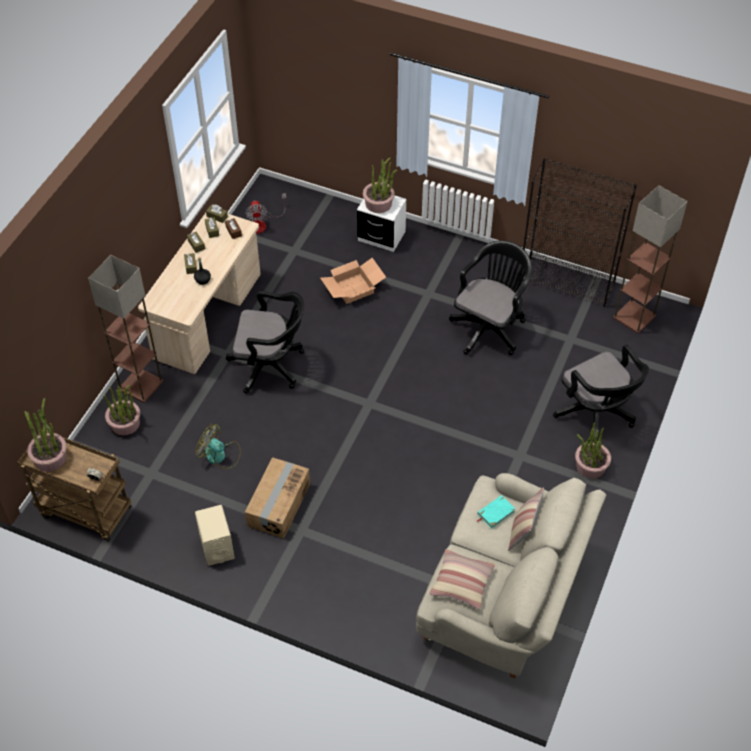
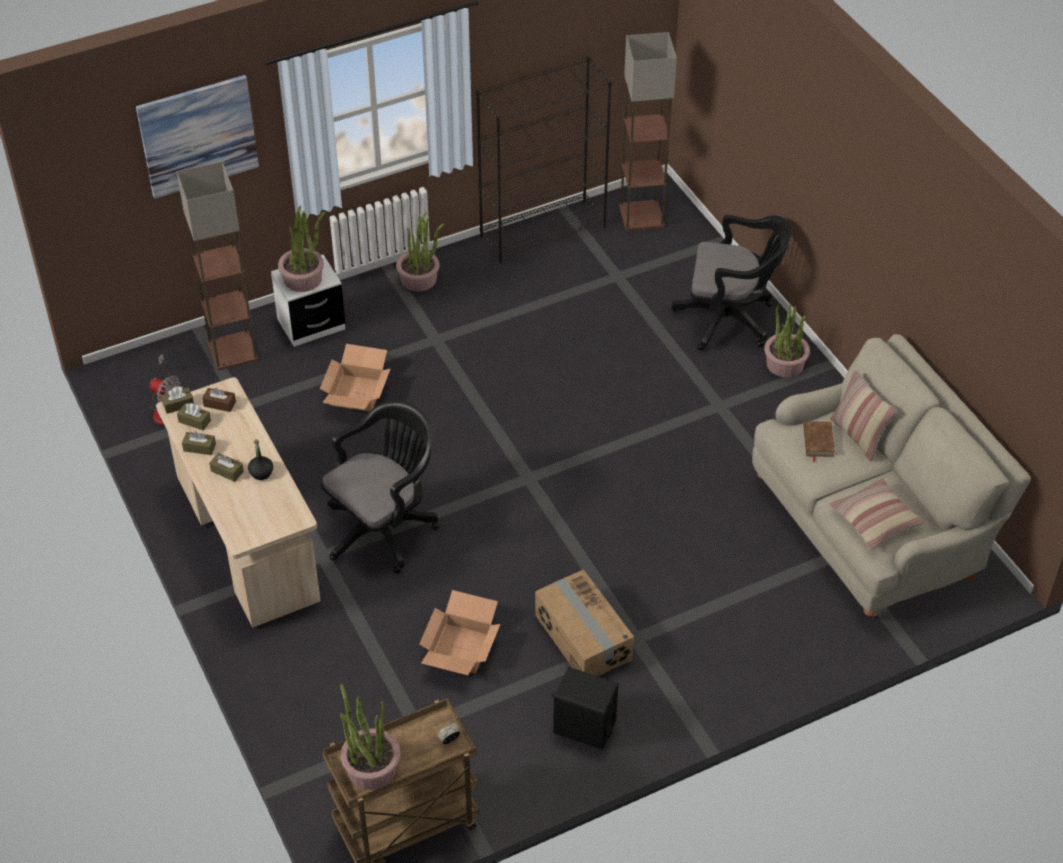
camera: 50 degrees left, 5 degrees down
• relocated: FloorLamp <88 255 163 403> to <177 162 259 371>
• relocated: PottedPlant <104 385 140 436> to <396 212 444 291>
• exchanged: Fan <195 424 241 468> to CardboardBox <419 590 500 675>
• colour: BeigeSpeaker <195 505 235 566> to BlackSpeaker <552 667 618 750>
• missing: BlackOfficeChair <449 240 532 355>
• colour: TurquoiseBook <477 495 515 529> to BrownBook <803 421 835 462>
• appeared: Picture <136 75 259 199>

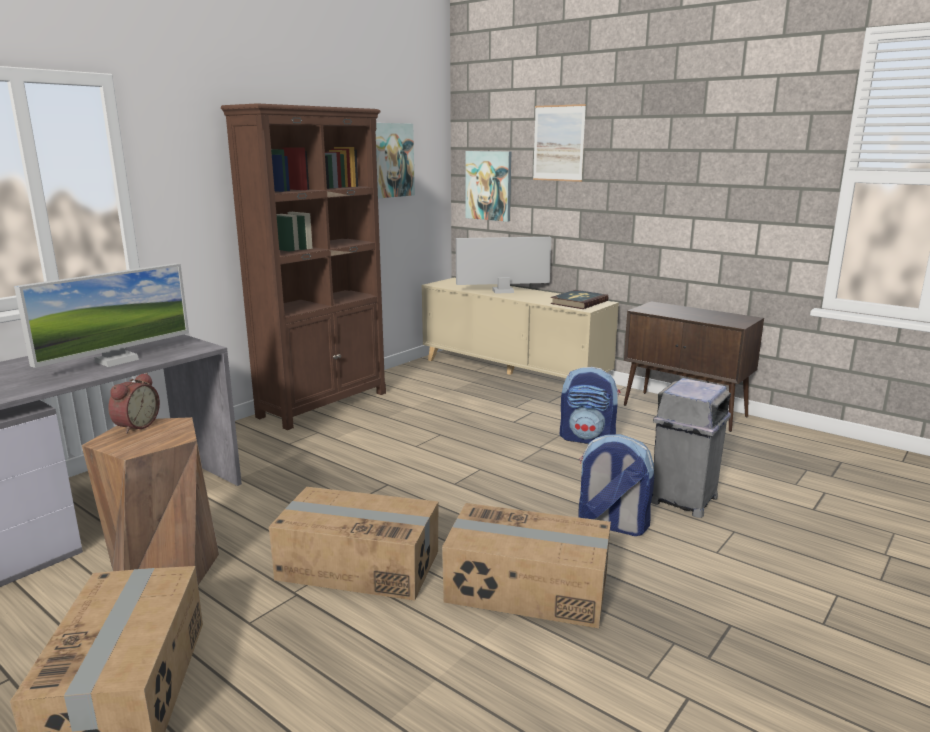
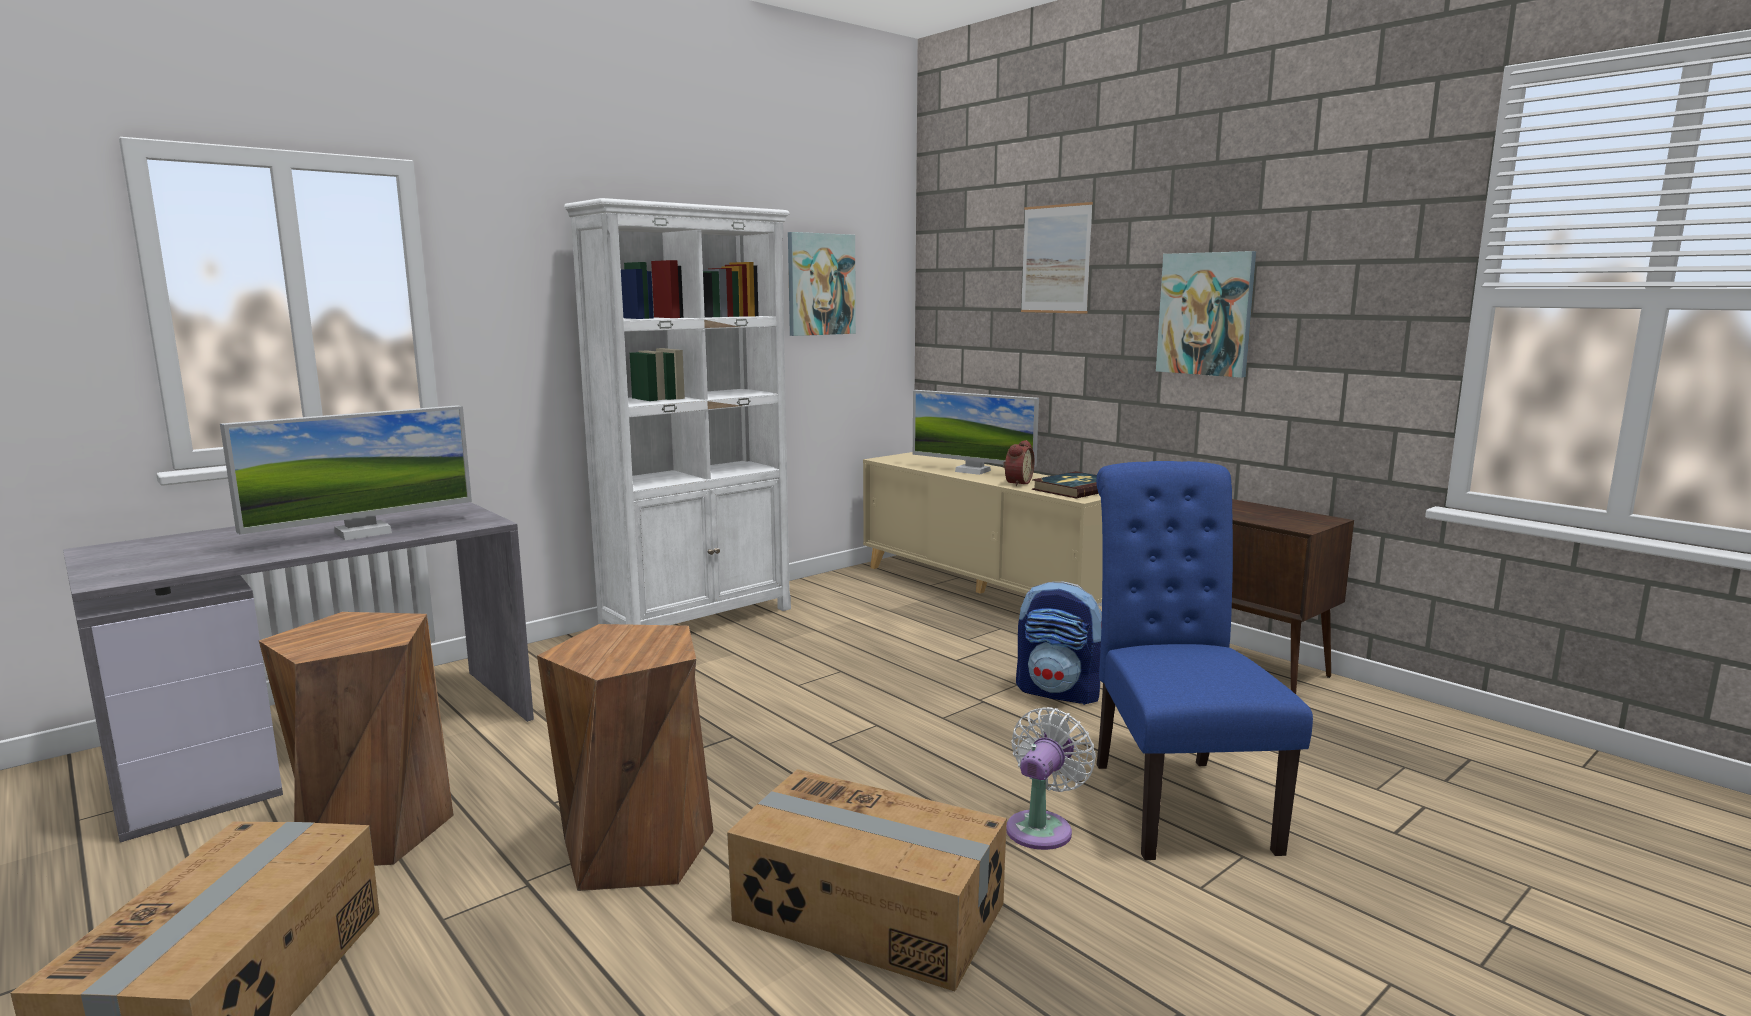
camera: 10 degrees right, 5 degrees down
• relocated: AlarmClock <108 373 160 434> to <1003 440 1035 486>
• colour: BrownBookcase <221 103 386 430> to WhiteBookcase <564 198 791 625>
• exchanged: CardboardBox <269 487 438 601> to BrownStool <537 624 714 891>
• spun: Monitor <456 237 551 294> = <913 390 1039 475> 150 degrees counterclockwise
• relocated: Picture <465 151 511 222> to <1156 251 1256 378>
• exchanged: Backpack <579 434 654 536> to WhiteFan <1006 707 1096 850>
• exchanged: GreyTrashCan <651 378 731 518> to BlueChair <1096 461 1313 860>

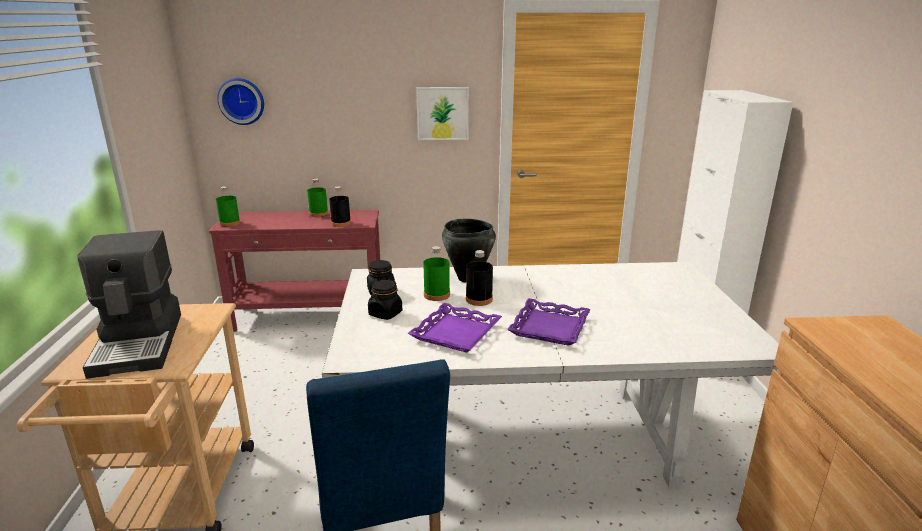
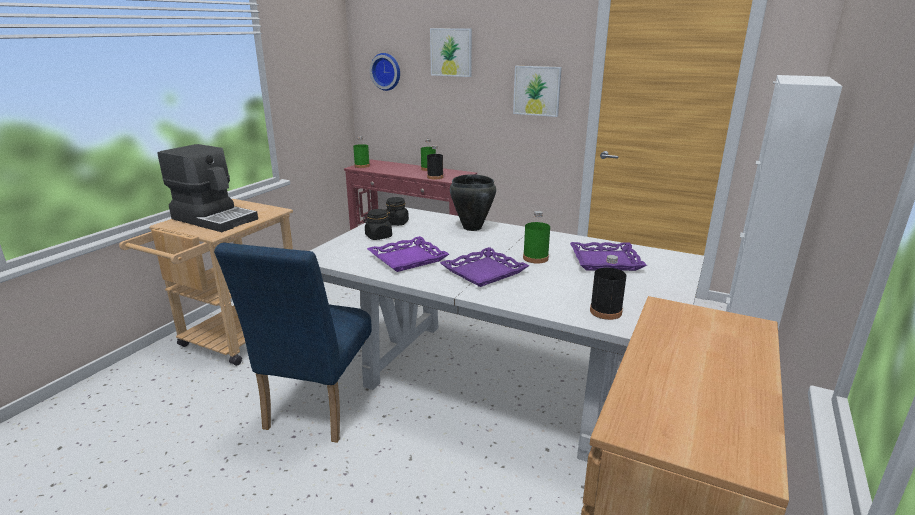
camera: 30 degrees right, 0 degrees up
• spun: CoffeeMachine <77 230 181 379> = <158 144 258 232> 75 degrees counterclockwise
• relocated: GreenBottle <423 246 450 301> to <523 211 550 263>
• relocated: BlackBottle <466 250 493 306> to <590 255 627 320>
• appeared: Picture <430 28 472 77>
• appeared: PurpleTray <570 242 647 271>

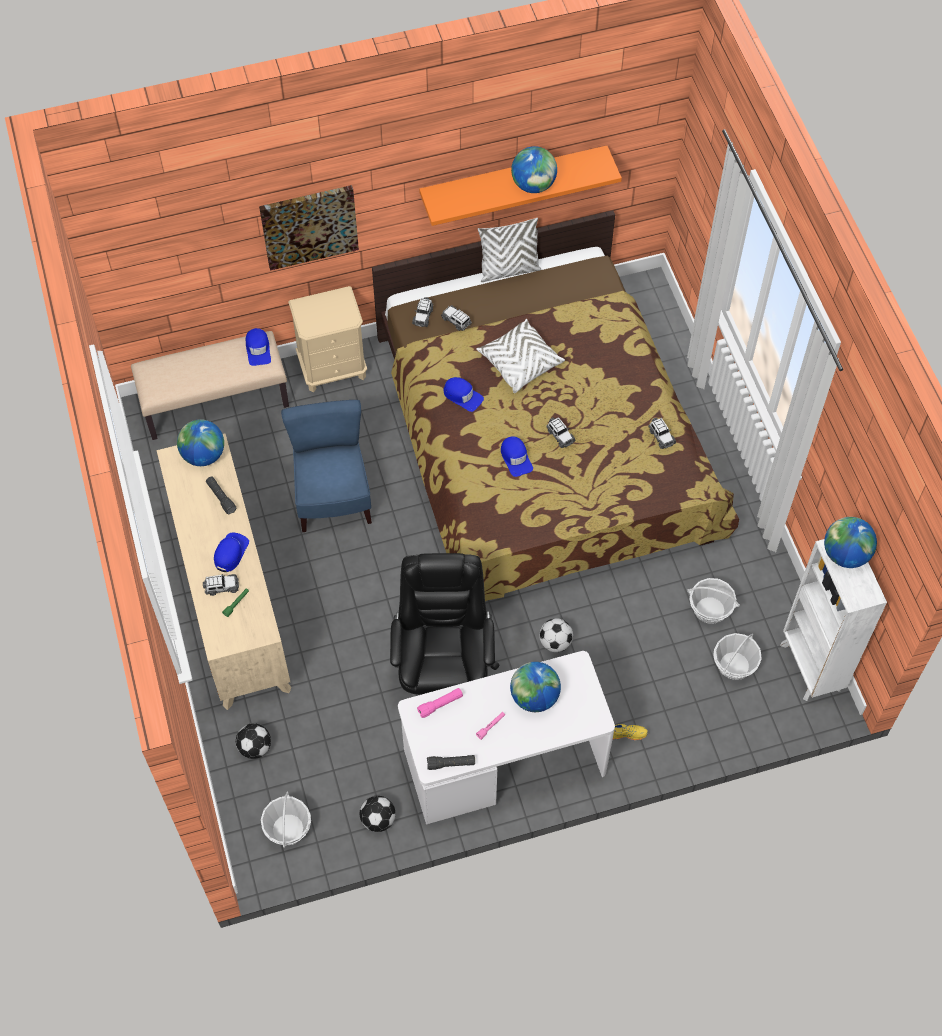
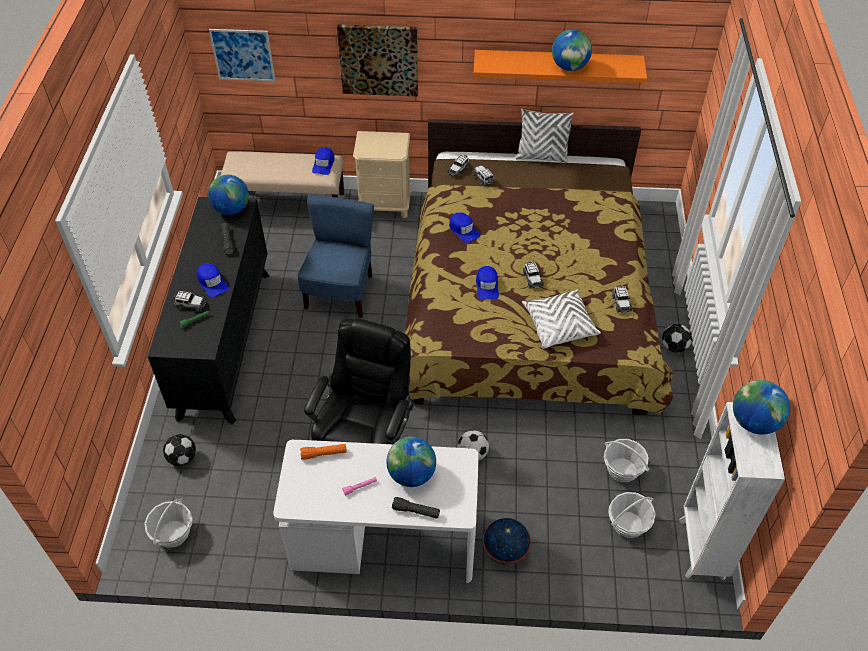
camera: 20 degrees right, 10 degrees down
• colour: BeigeDresser <157 434 291 710> to BlackDresser <147 197 270 424>
• spun: BlueCap <214 533 249 572> = <197 263 229 297> 105 degrees clockwise
• relocated: Football <360 796 396 832> to <662 324 692 353>
• colour: PinkFlashlight <417 688 463 718> to OrangeFlashlight <300 444 346 460>
• relocated: BlackFlashlight <427 755 475 770> to <392 497 440 519>
• relocated: WhitePillow <476 319 565 393> to <522 289 601 349>
• exchanged: YellowShoe <613 724 648 740> to Globe <483 518 531 565>
• appeared: Picture <209 29 275 81>

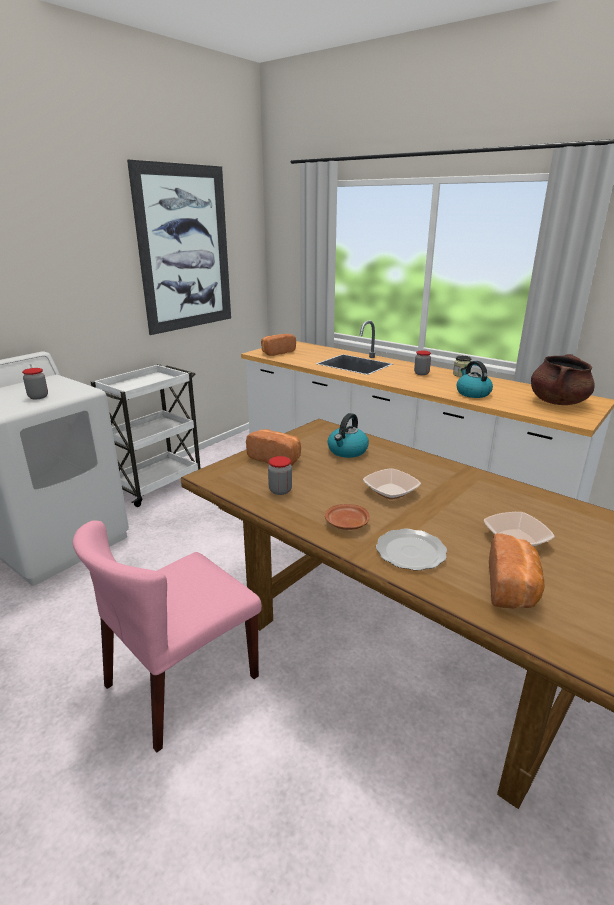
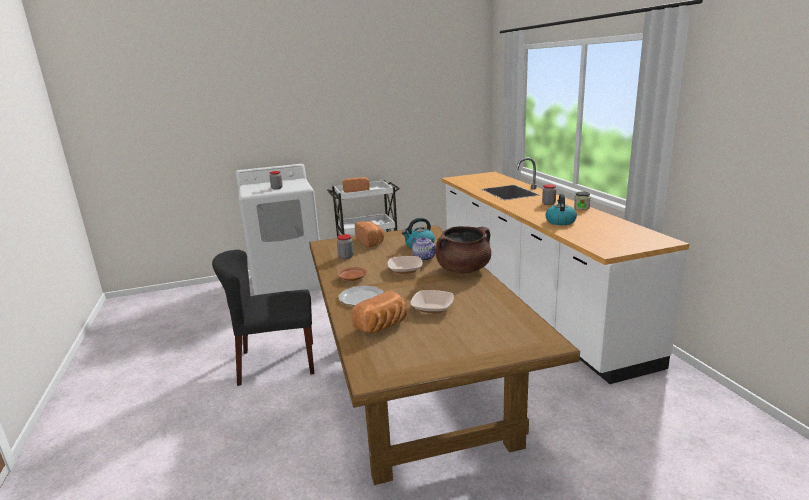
camera: 35 degrees right, 5 degrees down
• colour: PinkChair <73 520 262 753> to BlackChair <212 250 314 386>
• missing: Picture <127 160 231 335>
• relocated: Bread <261 334 296 356> to <343 177 370 193>
• relocated: BrownCookingPot <531 354 594 405> to <435 226 491 273>
• appeared: Teapot <412 237 436 261>

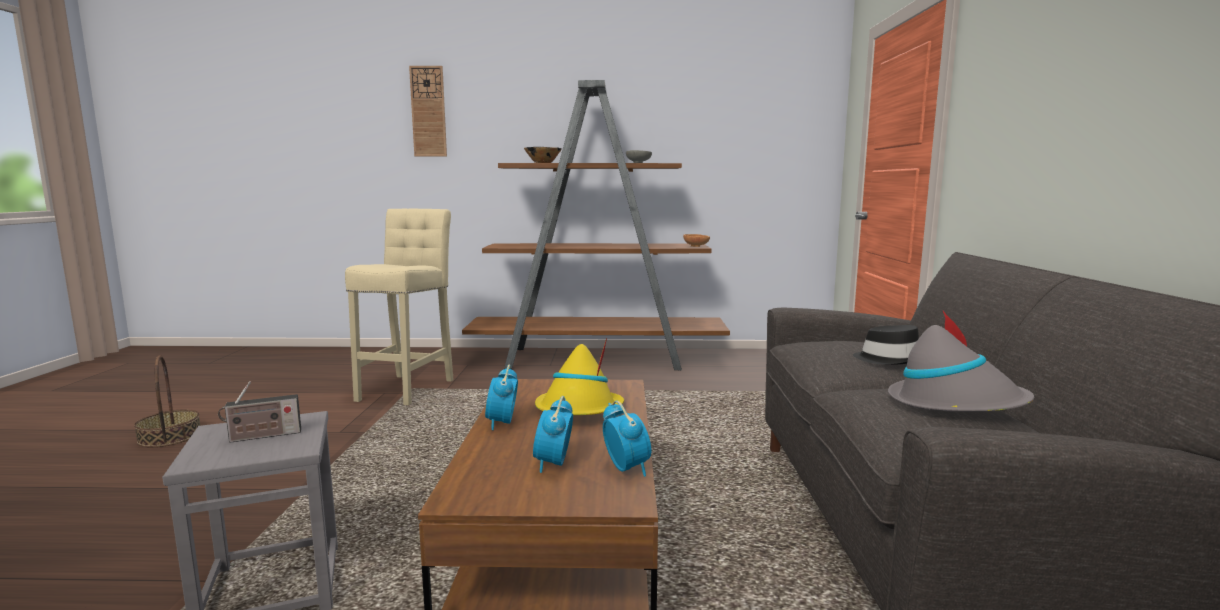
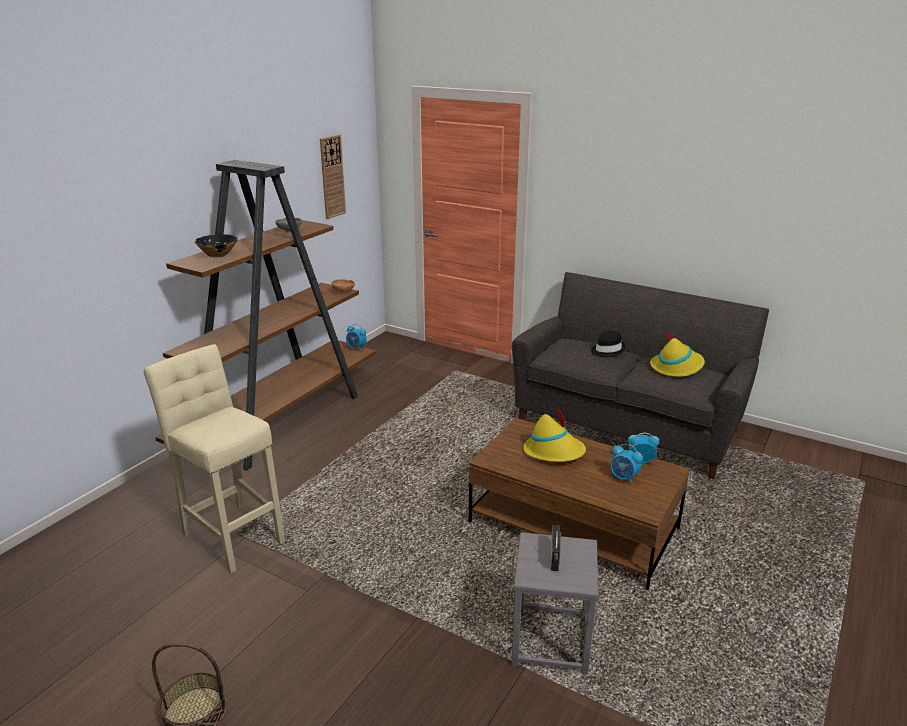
camera: 60 degrees left, 15 degrees up
• relocated: WallClock <409 66 447 157> to <320 135 346 219>
• relocated: AlarmClock <485 364 518 430> to <346 324 367 351>
• colour: GreyHat <888 311 1034 412> to YellowHat <650 330 705 377>

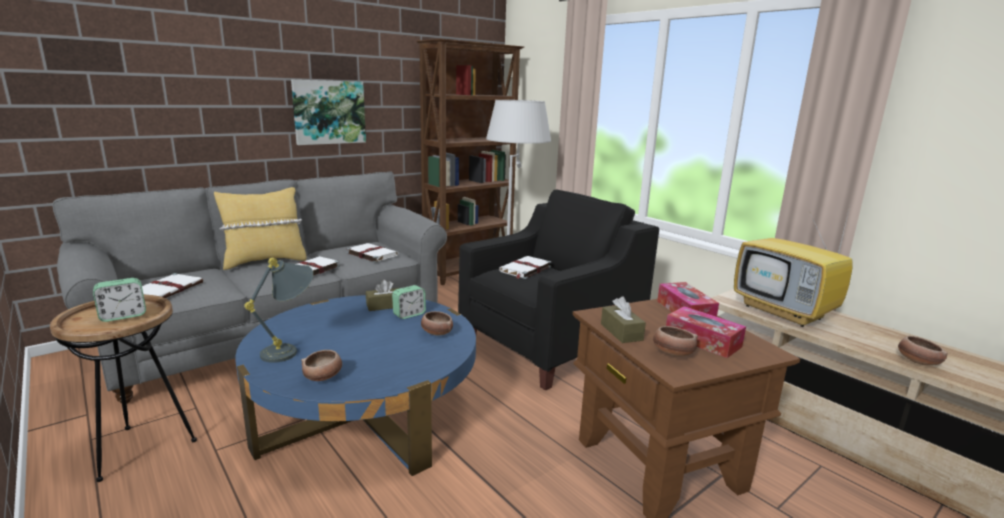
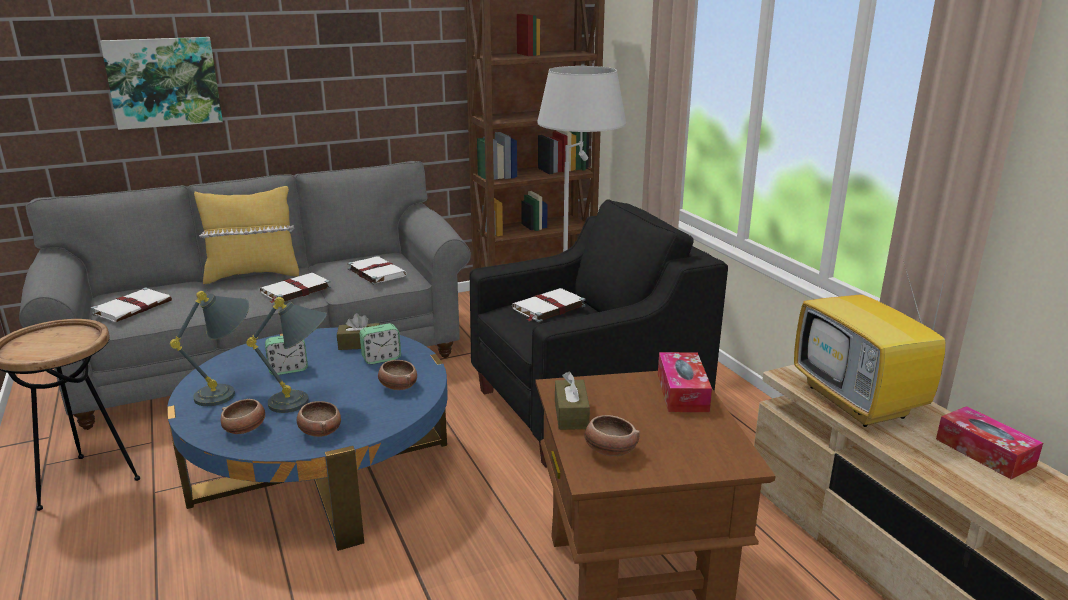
camera: 15 degrees right, 5 degrees up
• relocated: AlarmClock <93 278 146 322> to <265 336 308 375>
• relocated: Picture <291 80 366 145> to <100 37 223 130>
• relocated: TissueBox <666 306 746 358> to <936 406 1043 479>
• relocated: Bowl <898 336 948 366> to <297 401 341 437>
• appeared: GreyTableLamp <246 297 327 413>

